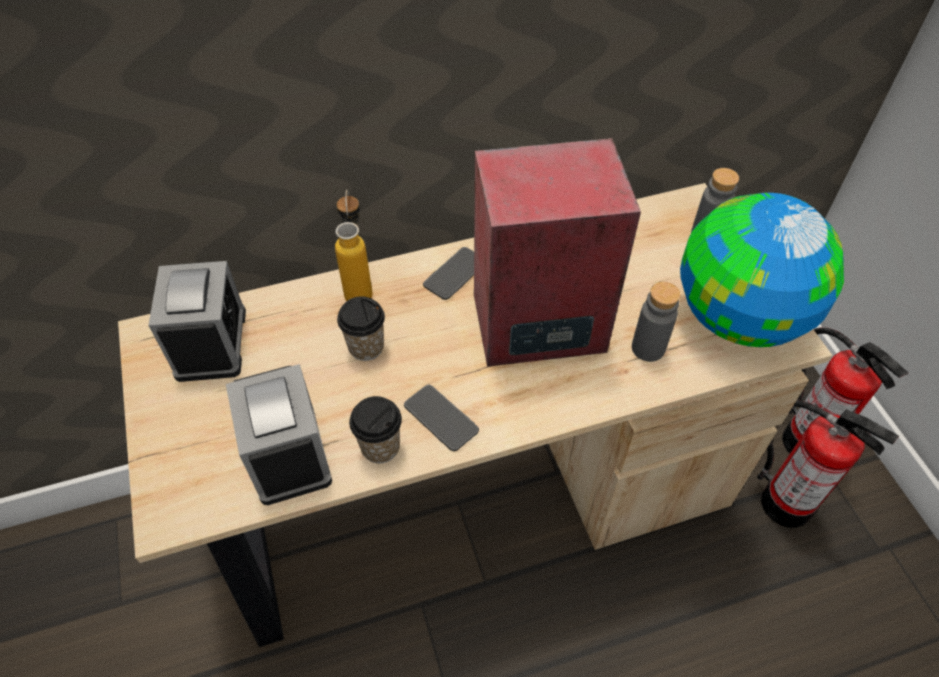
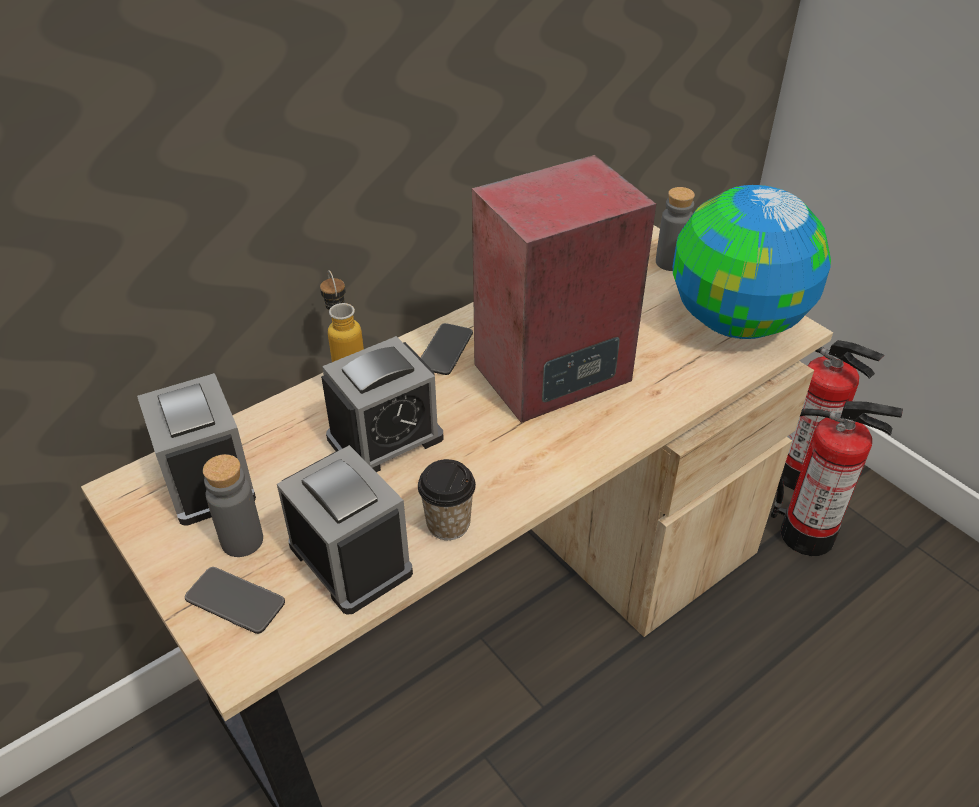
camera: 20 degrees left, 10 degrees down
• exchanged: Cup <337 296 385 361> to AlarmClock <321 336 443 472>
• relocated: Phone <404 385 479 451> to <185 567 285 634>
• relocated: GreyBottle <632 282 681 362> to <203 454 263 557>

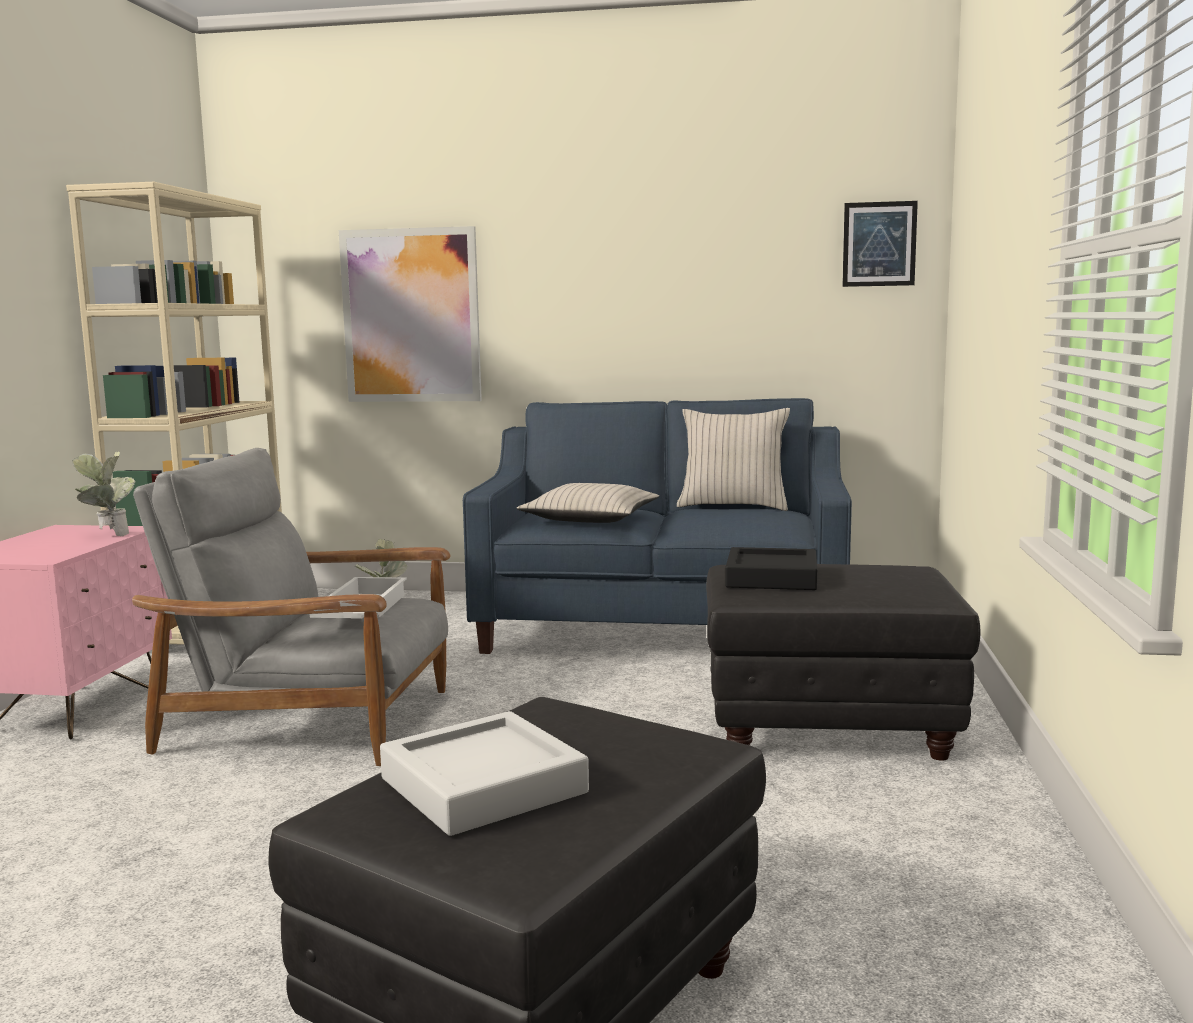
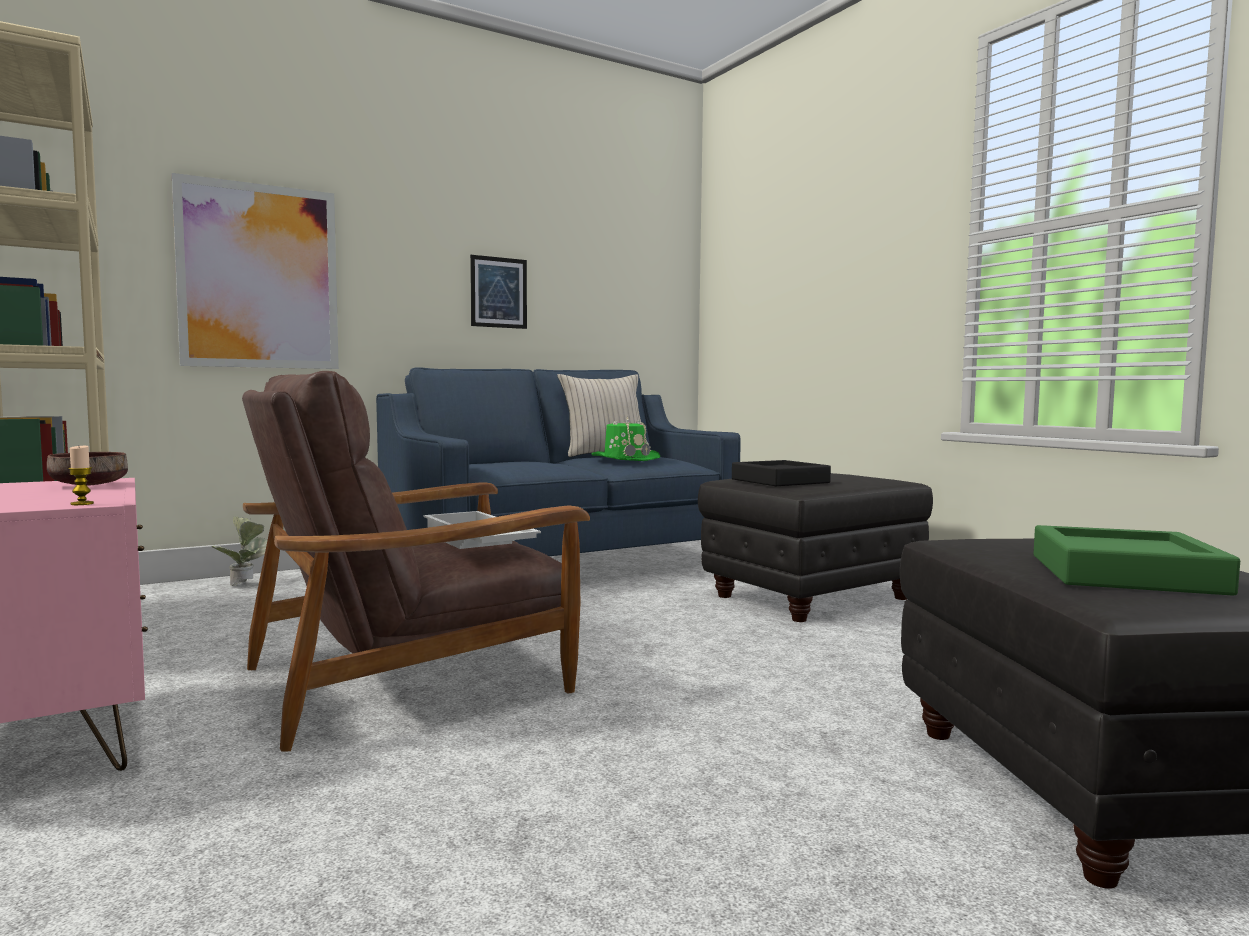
camera: 40 degrees left, 5 degrees down
• exchanged: PottedPlant <72 451 135 536> to BrownBowl <47 452 128 486>
• colour: GreyArmchair <132 448 450 766> to BrownArmchair <242 371 590 752>
• colour: GreyTray <380 711 589 836> to GreenTray <1034 525 1240 596>
• missing: BeigePillow <517 483 659 523>
• relocated: Picture <842 201 918 287> to <470 255 527 329>
• appeared: Candle <68 446 94 505>
• appeared: GreenHat <591 416 660 461>

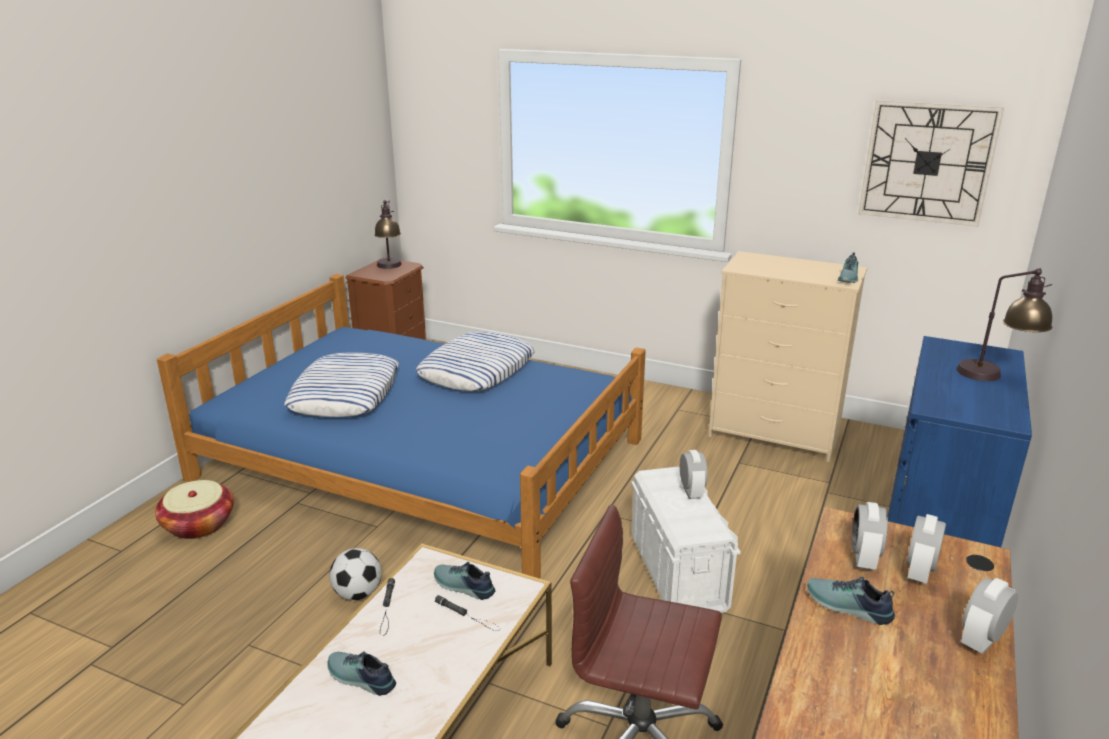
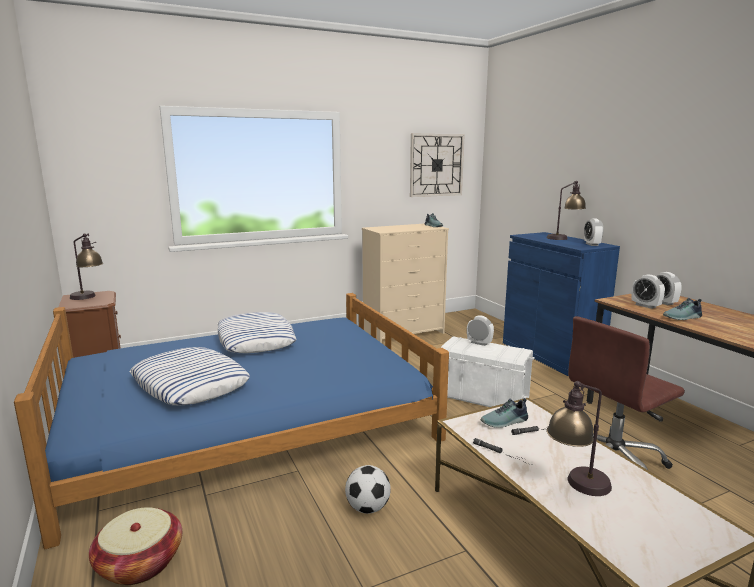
camera: 50 degrees left, 10 degrees down
• exchanged: Shoe <327 651 396 696> to TableLamp <547 381 612 496>
• relocated: AlarmClock <961 578 1019 654> to <584 218 604 246>

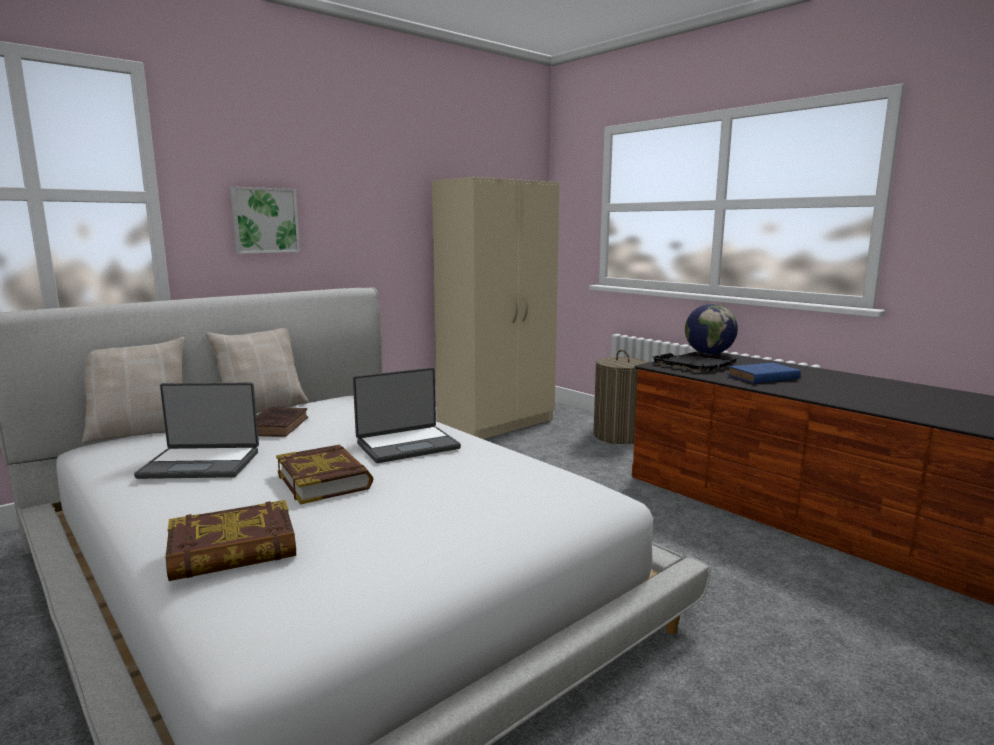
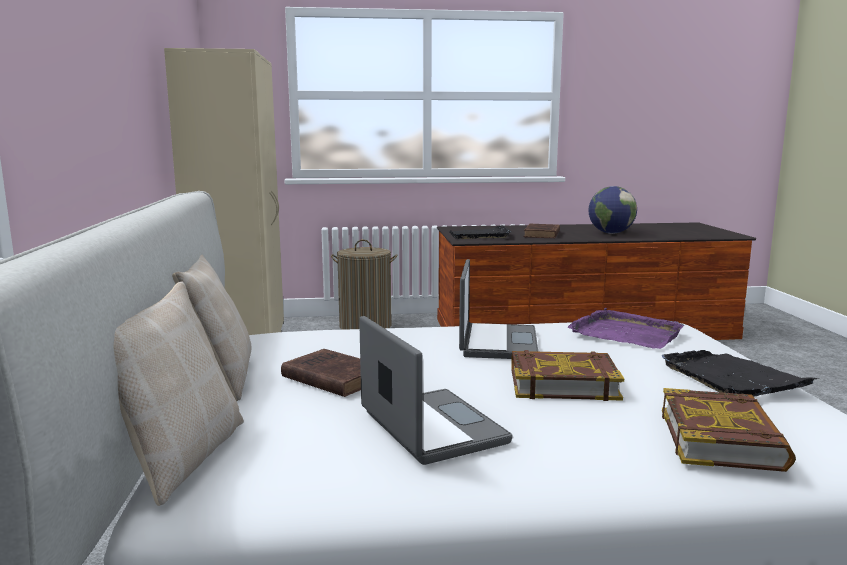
camera: 55 degrees left, 0 degrees up
• spun: Laptop <134 382 259 479> = <359 316 513 465> 60 degrees counterclockwise
• missing: Picture <230 187 300 254>
• relocated: Globe <685 304 738 354> to <589 186 637 234>
• colour: BlueBook <727 362 801 383> to BrownBook <523 224 560 239>
• appeared: PurpleTray <568 308 684 349>
• appeared: BlackTray <662 350 819 397>

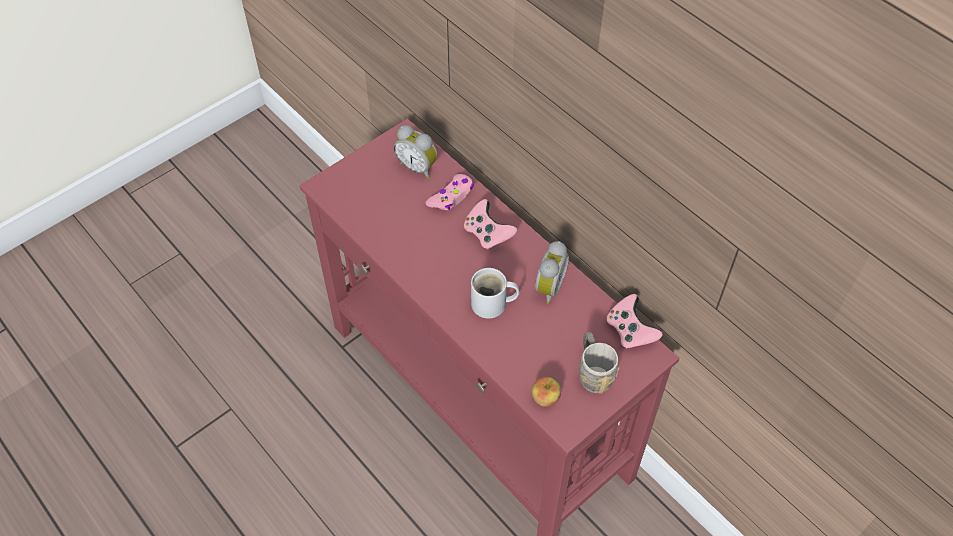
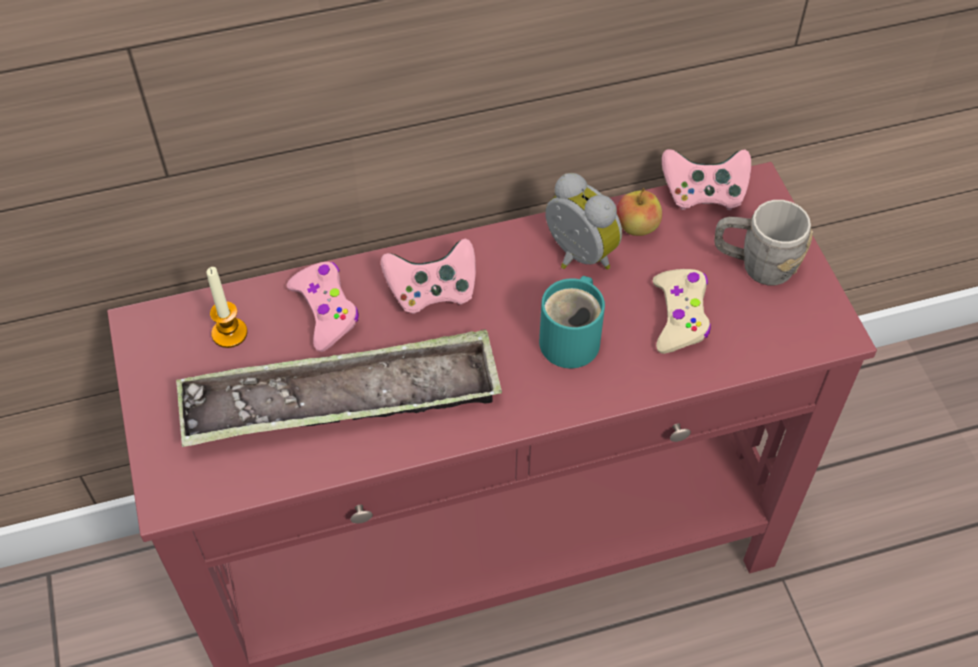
camera: 65 degrees left, 0 degrees up
• exchanged: AlarmClock <394 125 437 179> to Candle <207 267 248 348>
• colour: WhiteMug <471 268 519 319> to TurquoiseMug <539 276 605 368>
• relocated: Apple <532 377 561 407> to <617 188 662 236>
• appeared: Tray <176 329 502 447>
• appeared: BeigeGameController <653 269 711 354>

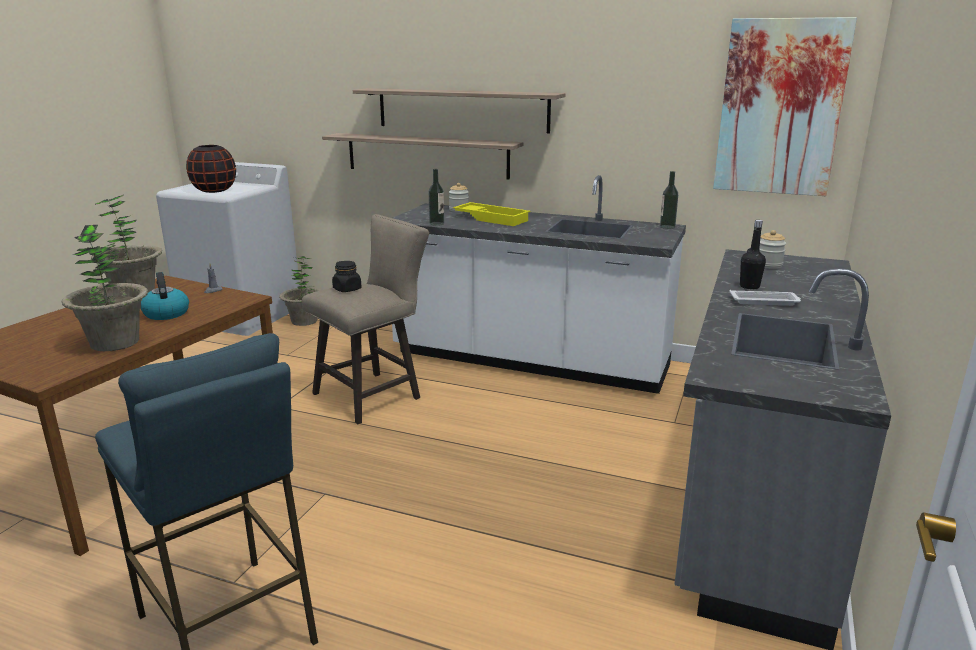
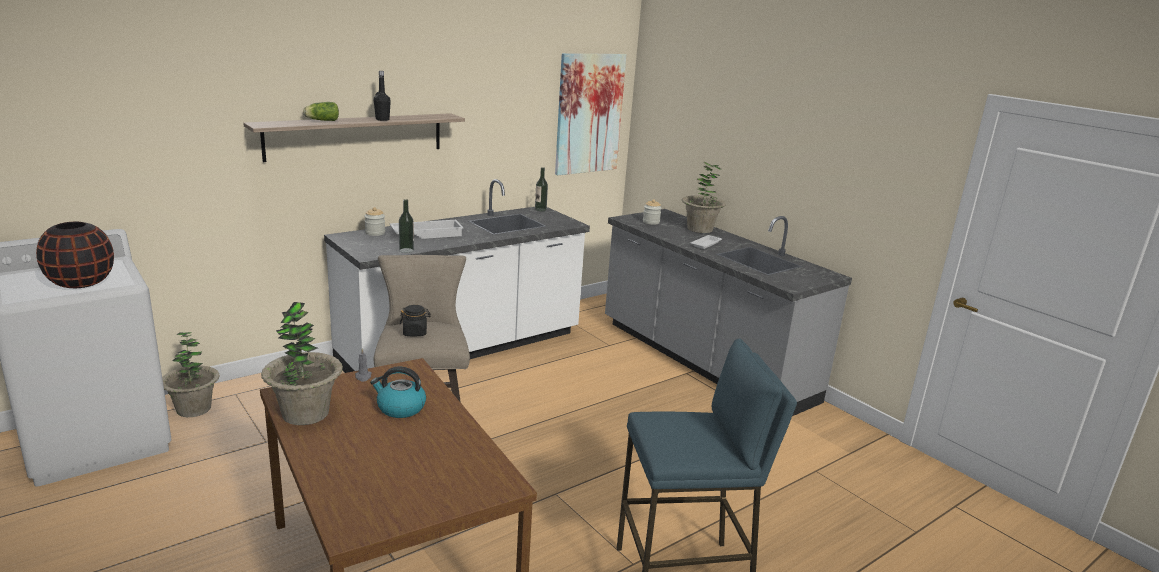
camera: 60 degrees left, 0 degrees up
• relocated: PottedPlant <62 225 148 351> to <682 161 726 233>
• missing: Shelf <322 133 524 180>
• colour: YellowTray <453 202 531 226> to WhiteTray <390 220 464 239>
• relocated: BlackBottle <740 220 766 289> to <374 71 391 121>
• appeared: Lettuce <303 102 339 121>

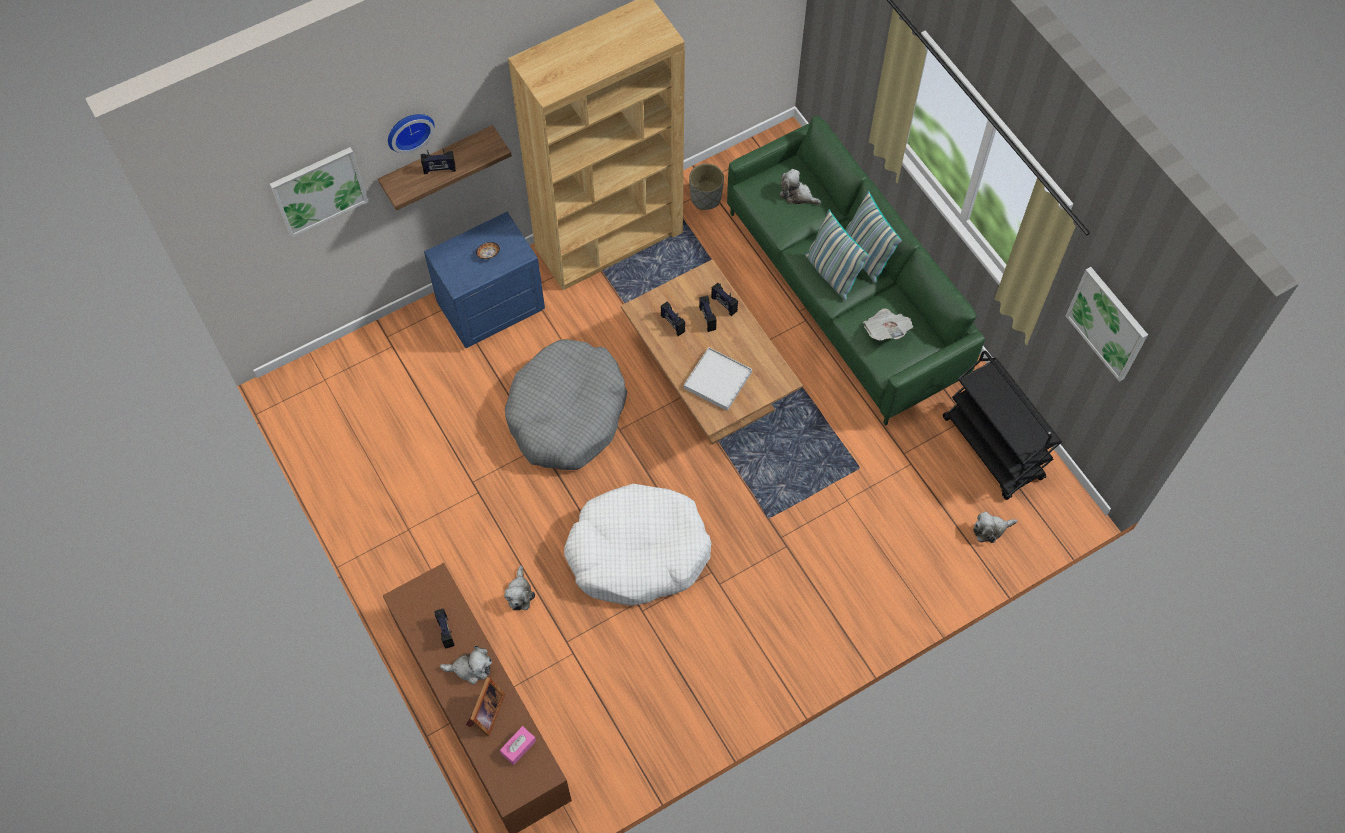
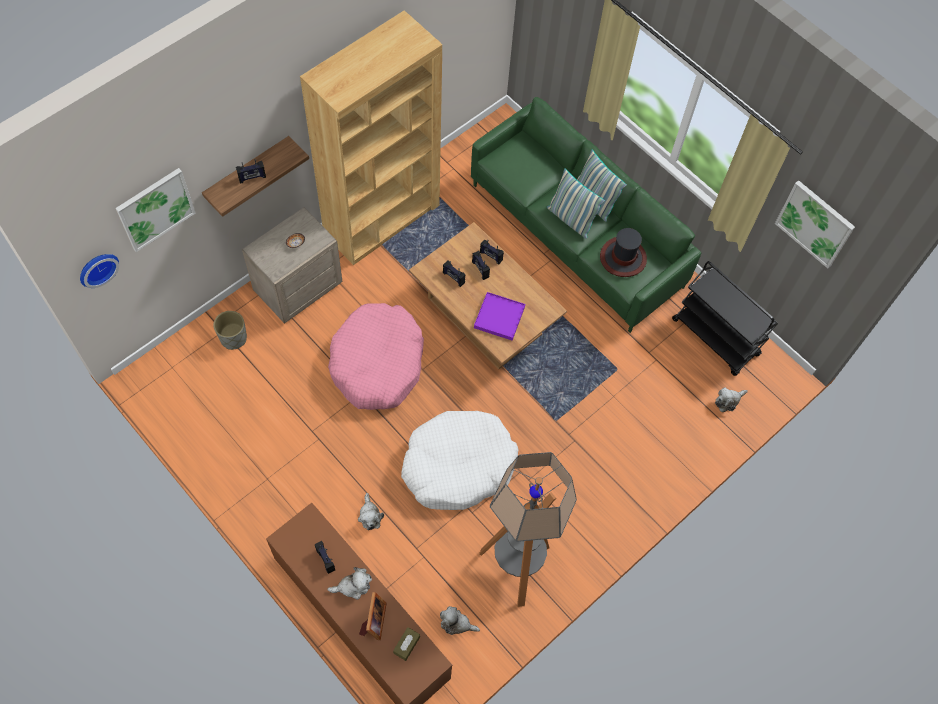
camera: 15 degrees left, 0 degrees up
• relocated: WallClock <388 114 434 154> to <80 254 119 288>
• colour: BlueNightstand <424 212 545 348> to BeigeNightstand <242 207 343 324>
• colour: PinkTissueBox <500 726 536 765> to BrownTissueBox <393 627 420 661>
• colour: GreyDogBed <505 339 627 470> to PinkDogBed <328 303 424 410>
• colour: WhiteTray <684 347 752 411> to PurpleTray <474 292 525 340>
• relocated: GreyPlanter <689 163 724 210> to <213 311 247 350>
• relocated: PlushToy <780 169 821 205> to <440 606 480 635>
• exchanged: Newspaper <863 308 913 340> to Hat <600 228 647 277>
• appeared: FloorLamp <479 452 577 607>

